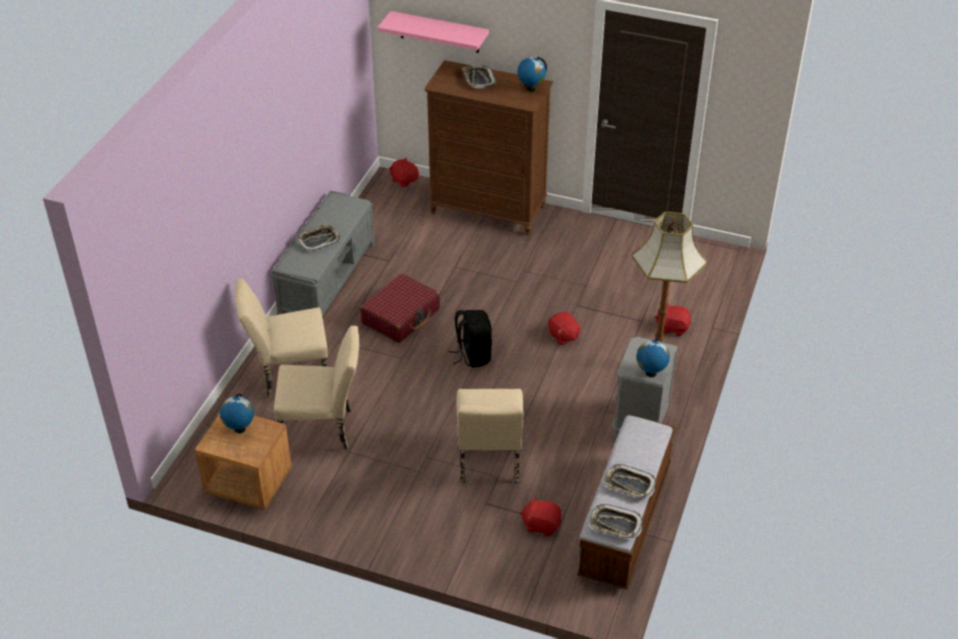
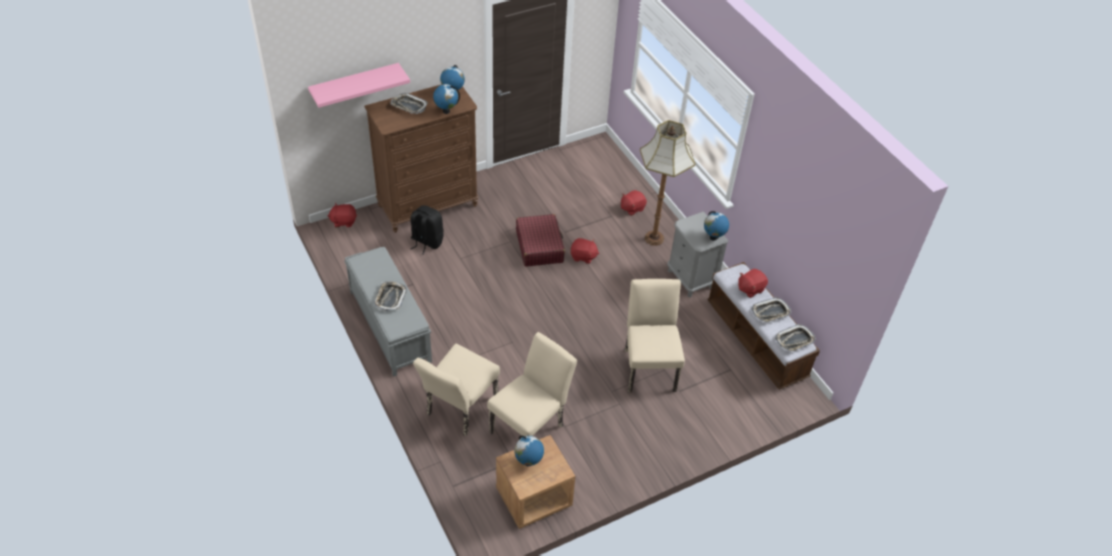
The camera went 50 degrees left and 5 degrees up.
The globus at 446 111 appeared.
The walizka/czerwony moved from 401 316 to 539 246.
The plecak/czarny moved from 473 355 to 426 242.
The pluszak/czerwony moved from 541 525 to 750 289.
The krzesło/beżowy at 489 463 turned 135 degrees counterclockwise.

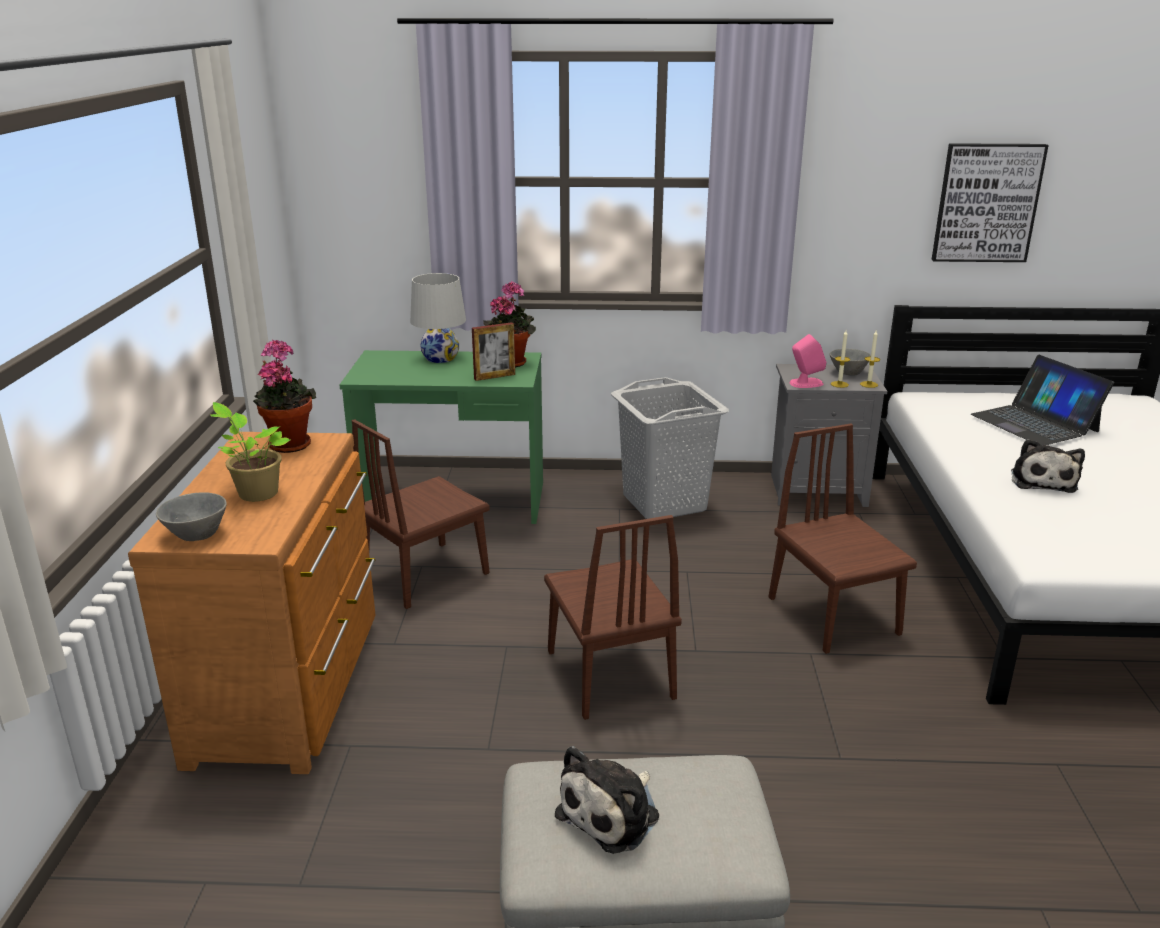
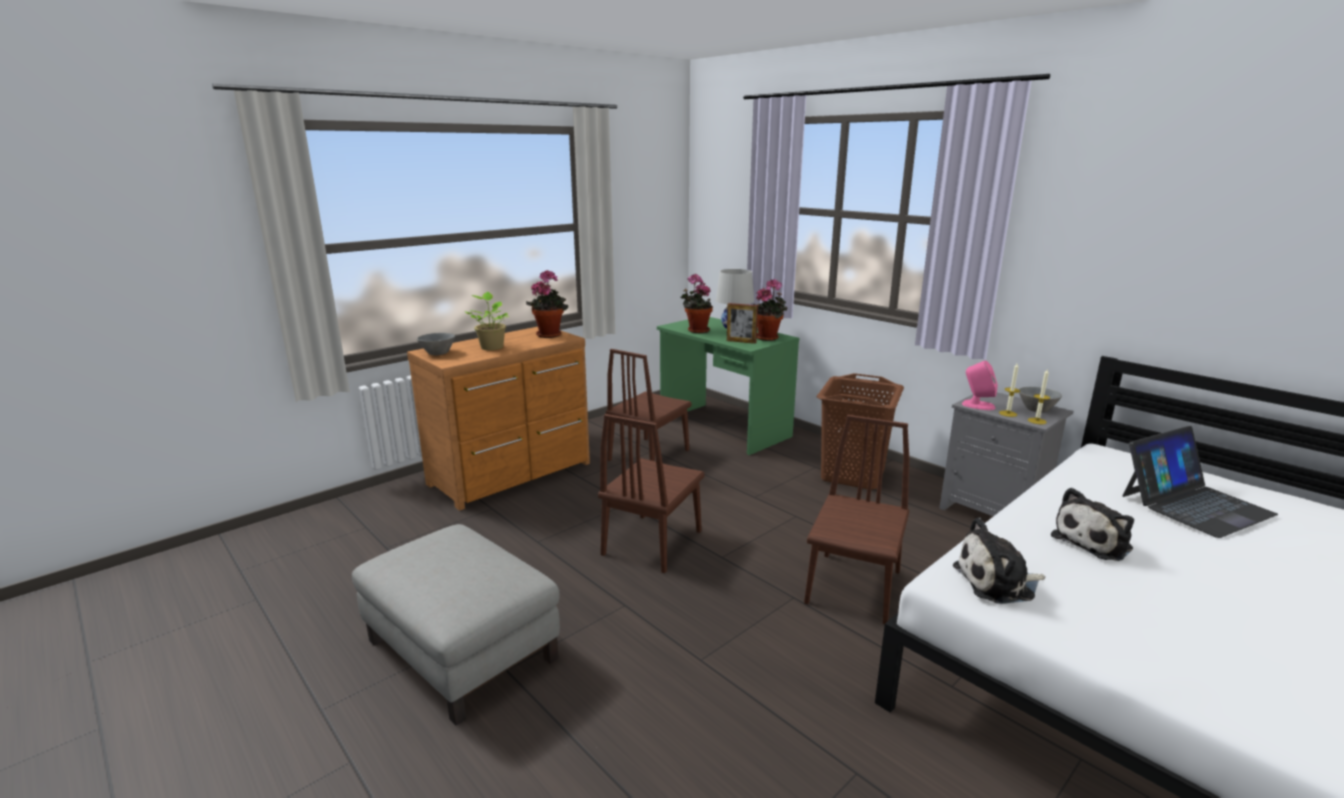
The camera went 45 degrees right and 5 degrees down.
The obraz at 987 203 disappeared.
The roślina doniczkowa at 696 331 appeared.
The pluszak moved from 612 813 to 998 582.
The kosz na pranie/szary at 665 502 became the kosz na pranie/brązowy at 853 475.
The krzesło/brązowy at 426 574 turned 60 degrees counterclockwise.
The laptop at 1034 423 turned 135 degrees counterclockwise.

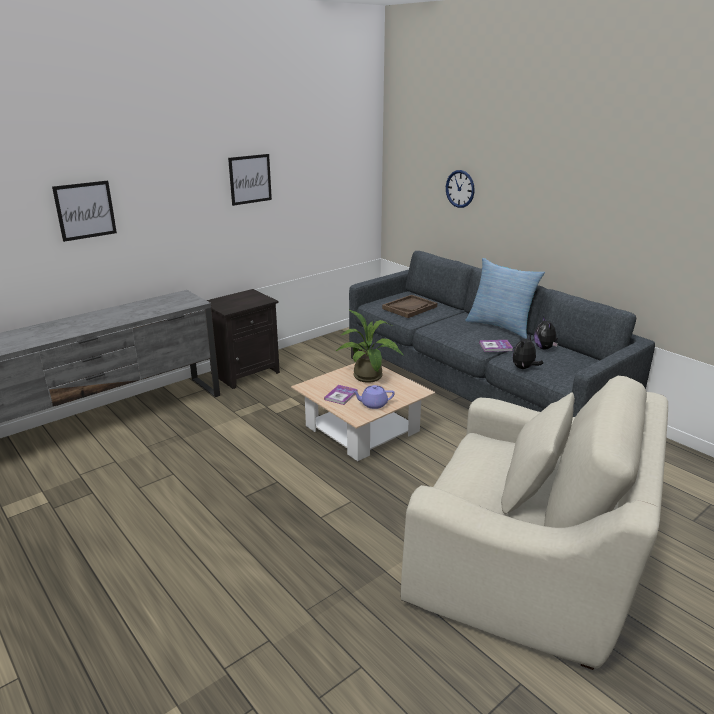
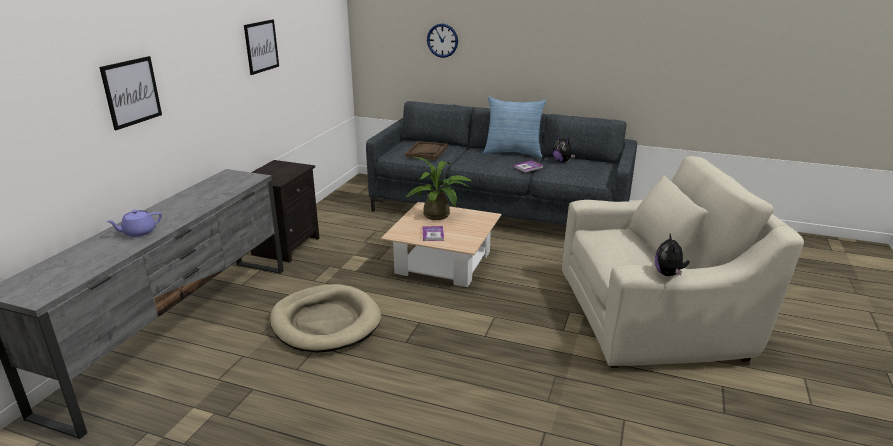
The camera went 30 degrees left and 0 degrees up.
The legowisko/beżowy at 325 322 appeared.
The imbryk/fioletowy moved from 373 404 to 138 232.
The pluszak moved from 524 368 to 668 274.

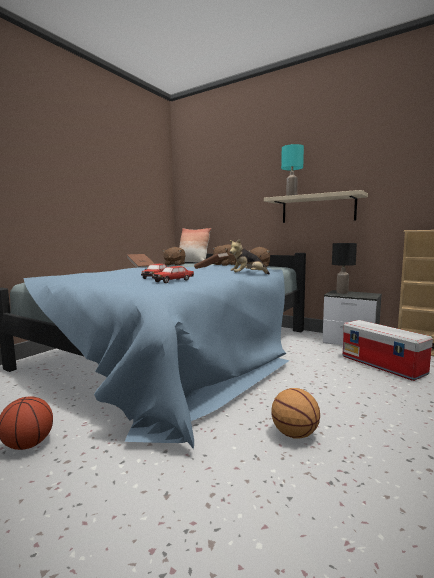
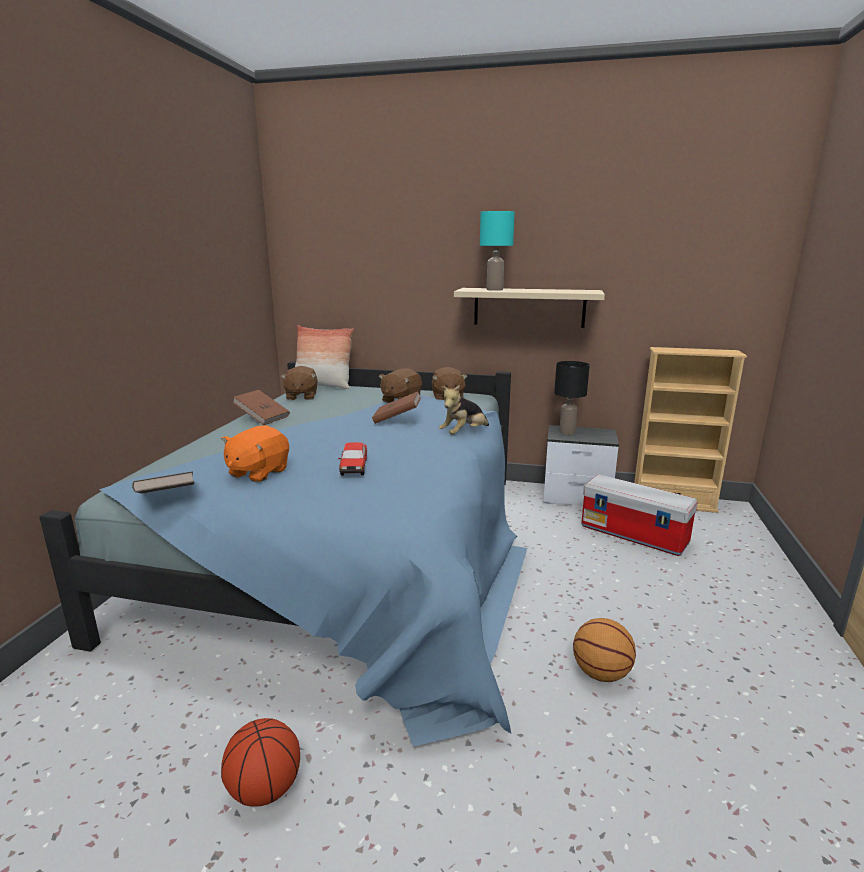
The camera went 20 degrees left and 10 degrees up.
The samochodzik at 173 281 disappeared.
The książka/brązowy at 167 499 appeared.
The pluszak/pomarańczowy at 258 472 appeared.

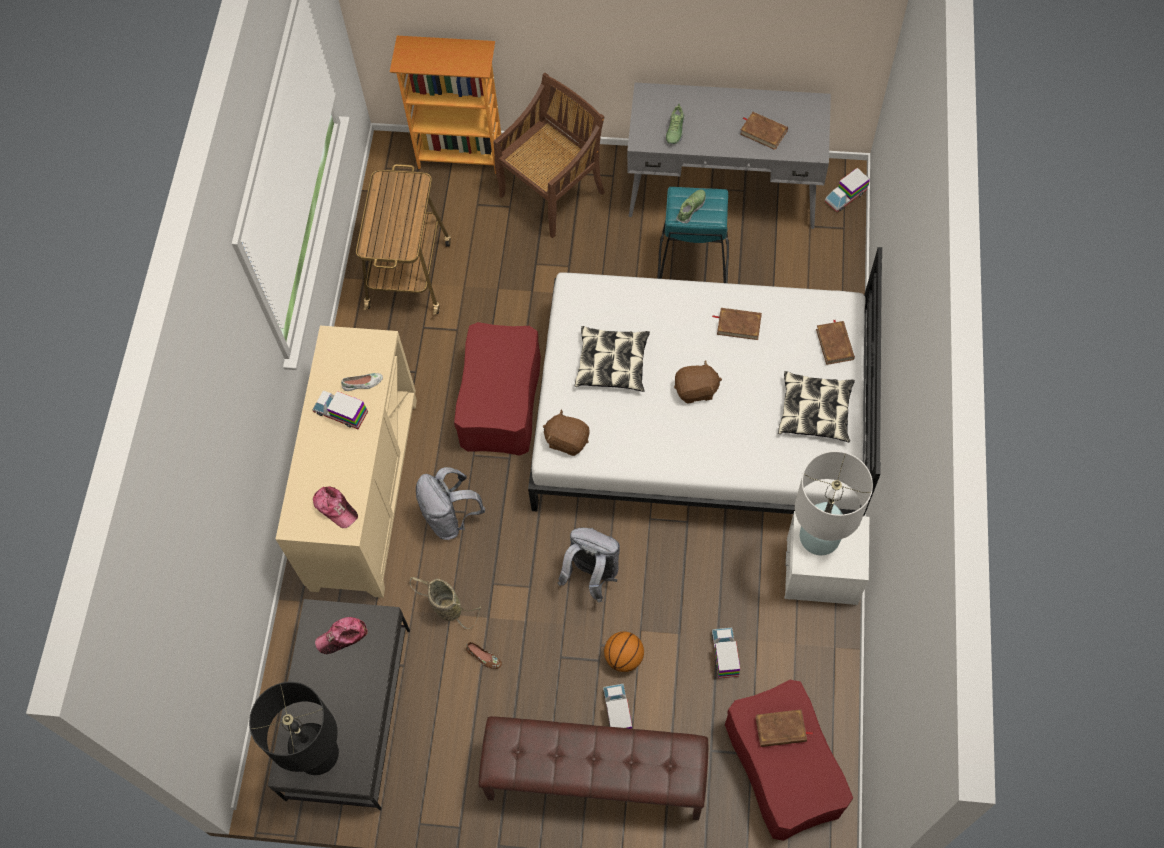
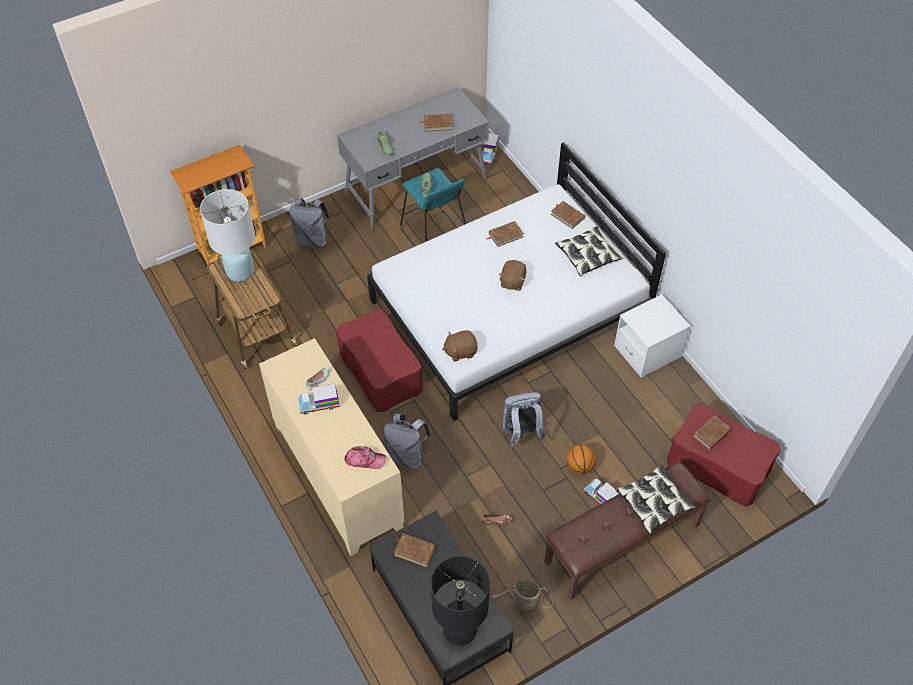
The camera went 40 degrees left and 10 degrees down.
The ciężarówka zabawkowa at 724 654 disappeared.
The koszyk moved from 446 607 to 523 603.
The poduszka moved from 612 364 to 654 502.
The lampa stołowa/biały moved from 819 537 to 240 271.
The czapka z daszkiem at 342 637 was replaced by the książka/brązowy at 414 551.
The krzesło/brązowy at 553 192 was replaced by the plecak/szary at 312 239.
The pluszak/brązowy at 696 390 turned 150 degrees clockwise.

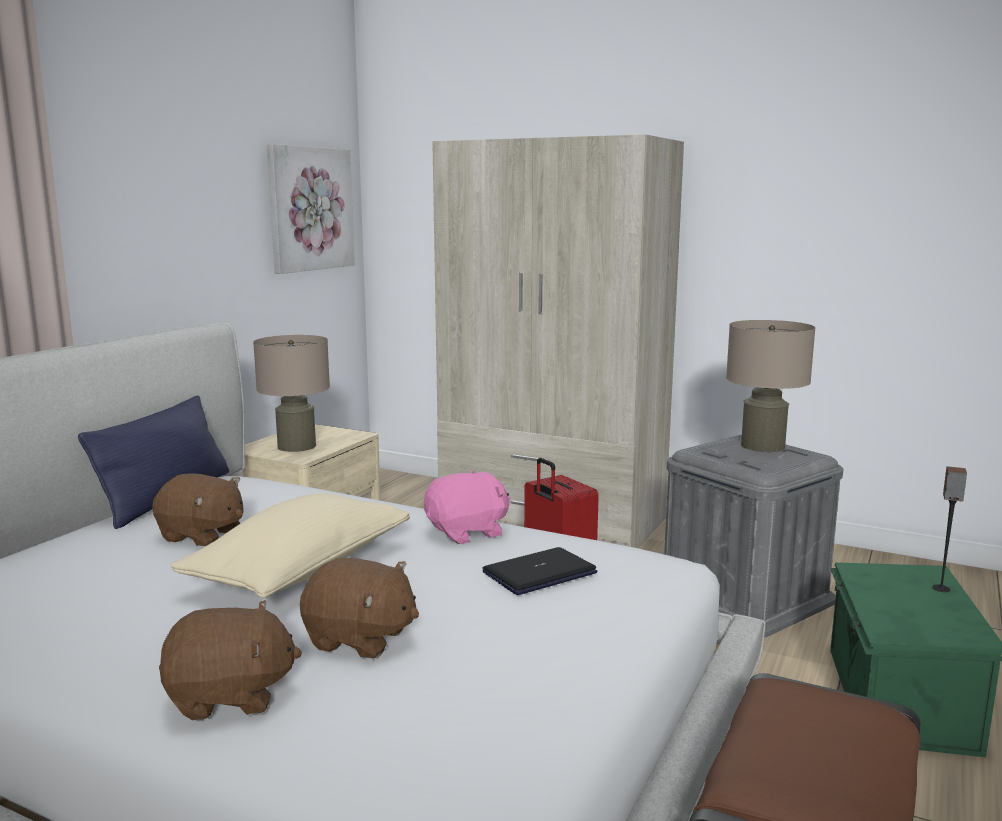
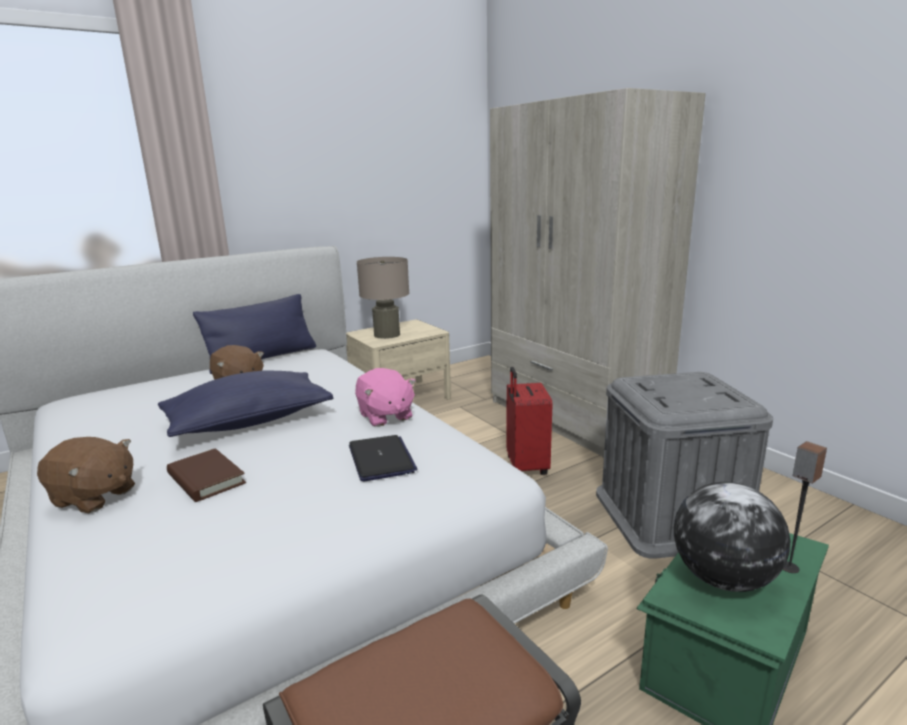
The camera went 30 degrees right and 5 degrees up.
The obraz at 309 209 disappeared.
The lampa stołowa/beżowy at 763 446 disappeared.
The globus at 724 579 appeared.
The pluszak/brązowy at 360 639 was replaced by the książka/brązowy at 206 479.
The poduszka/beżowy at 300 570 became the poduszka/niebieski at 249 421.
The pluszak/różowy at 467 532 turned 60 degrees clockwise.
The laptop at 539 573 turned 75 degrees clockwise.

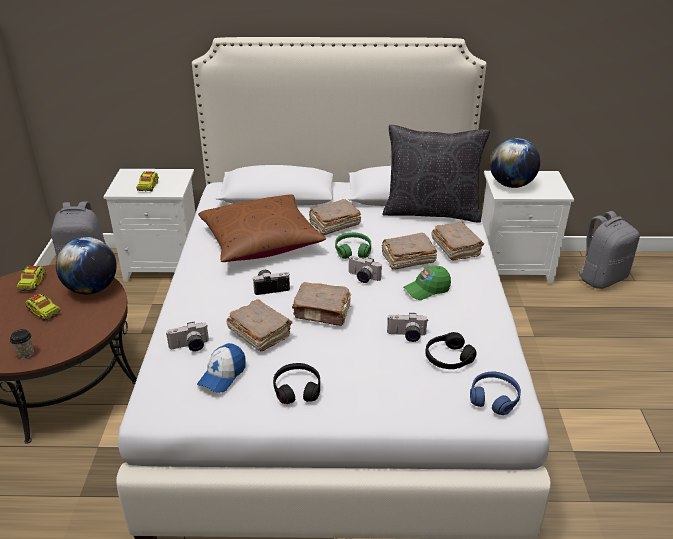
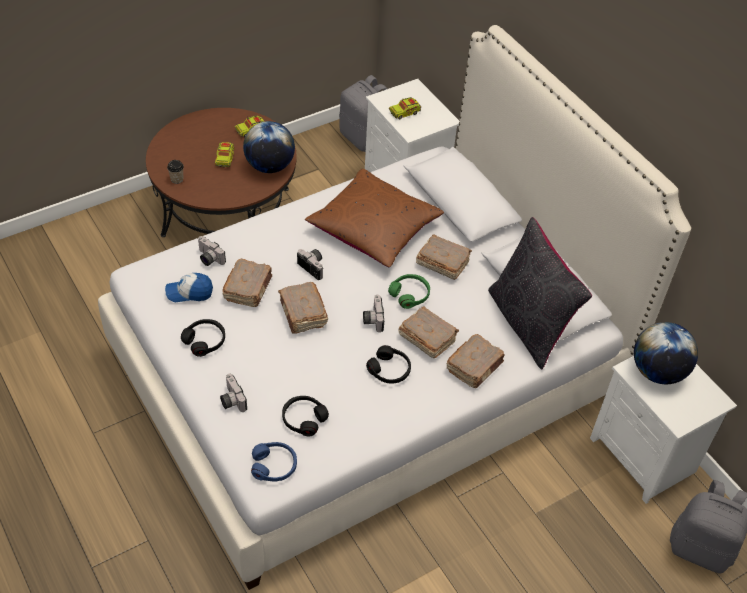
The camera went 55 degrees right and 15 degrees up.
The aparat fotograficzny moved from 406 336 to 231 400.
The czapka z daszkiem/zielony at 427 289 was replaced by the słuchawki/czarny at 389 370.

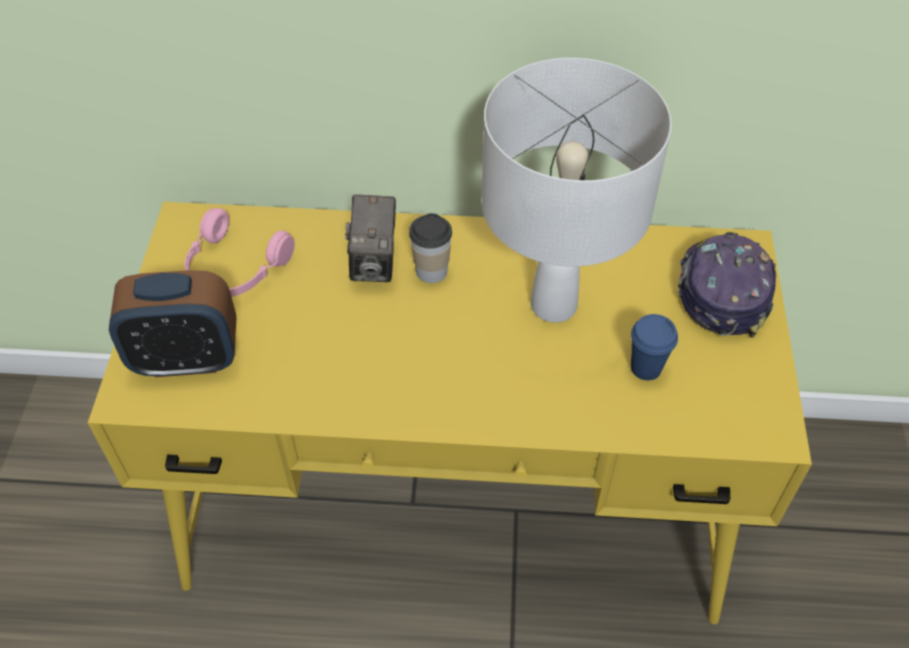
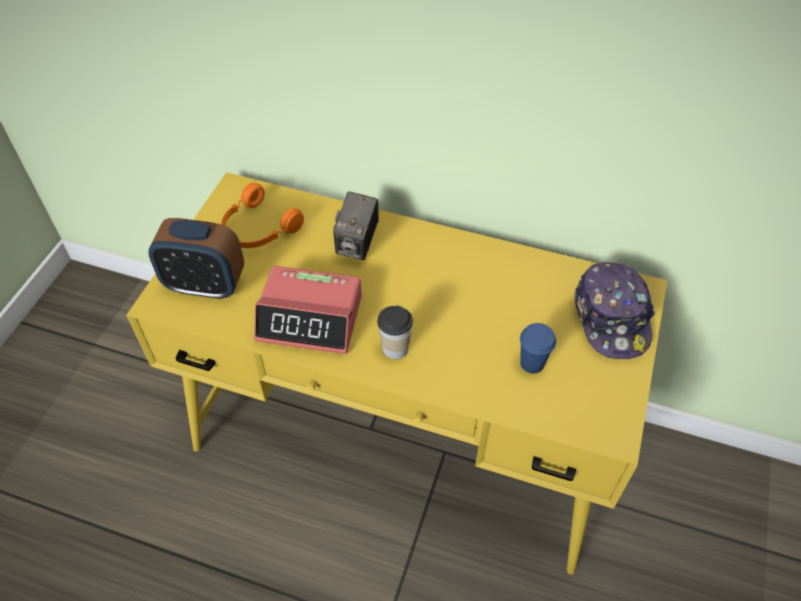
The camera went 15 degrees right and 0 degrees up.
The lampa stołowa/biały at 554 305 disappeared.
The budzik at 310 318 appeared.
The filiżanka moved from 431 271 to 395 348.
The słuchawki/różowy at 233 269 became the słuchawki/pomarańczowy at 258 229.
The czapka z daszkiem at 722 291 turned 150 degrees clockwise.

